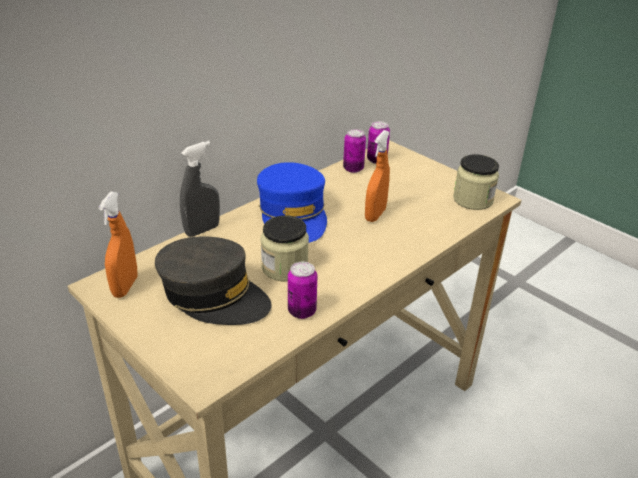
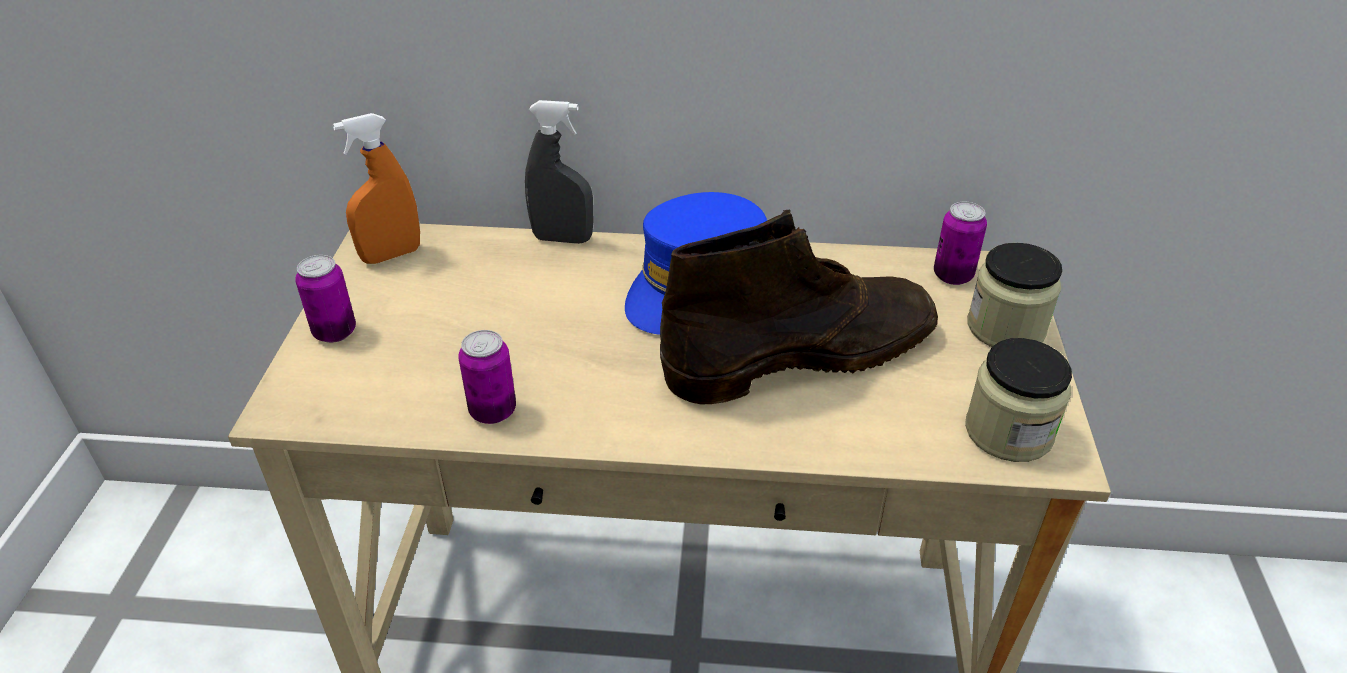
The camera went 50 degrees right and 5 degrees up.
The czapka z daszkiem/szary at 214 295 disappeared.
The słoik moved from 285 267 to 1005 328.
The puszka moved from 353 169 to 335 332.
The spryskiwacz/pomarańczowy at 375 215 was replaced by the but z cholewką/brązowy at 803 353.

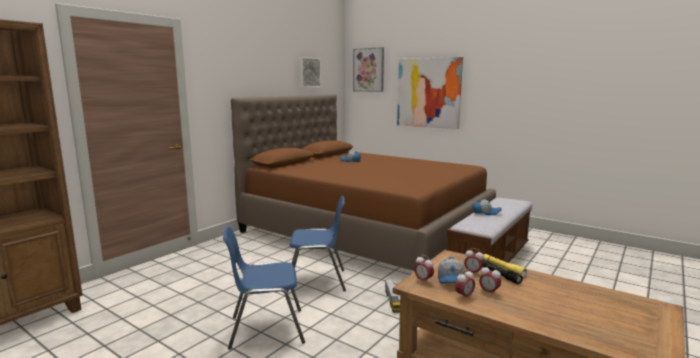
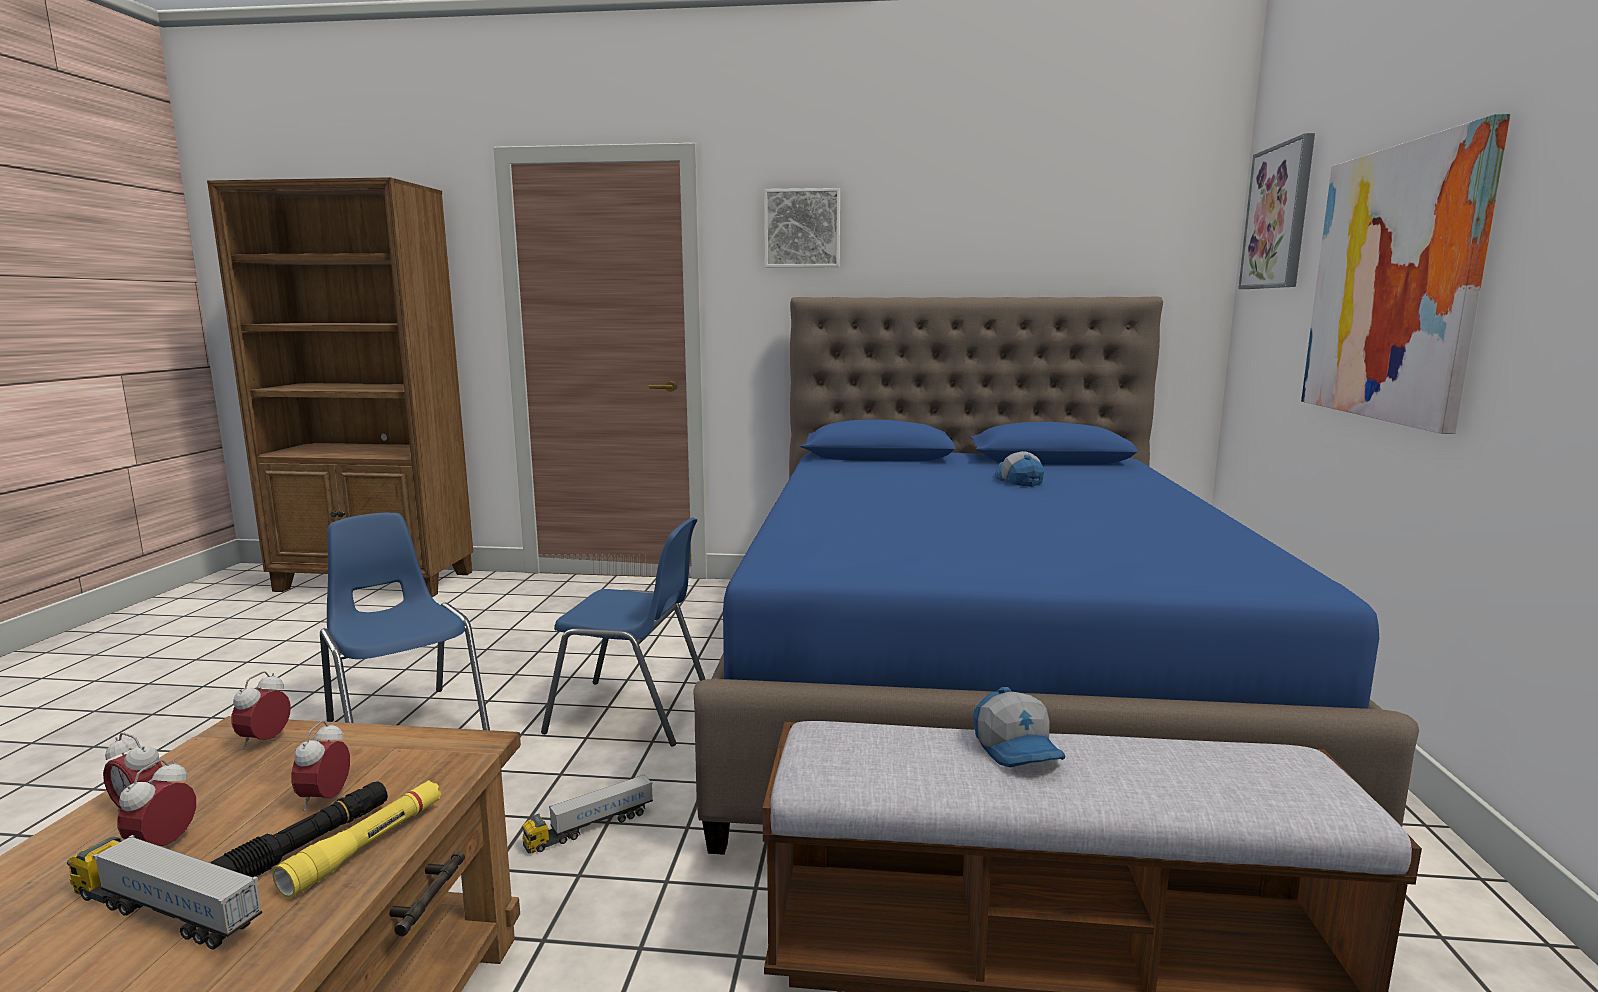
The camera went 60 degrees right and 0 degrees up.
The czapka z daszkiem at 452 280 disappeared.
The ciężarówka zabawkowa at 166 913 appeared.
The obraz moved from 309 72 to 802 228.
The łóżko/brązowy at 365 231 became the łóżko/niebieski at 983 685.
The krzesło/niebieski at 317 281 turned 45 degrees counterclockwise.

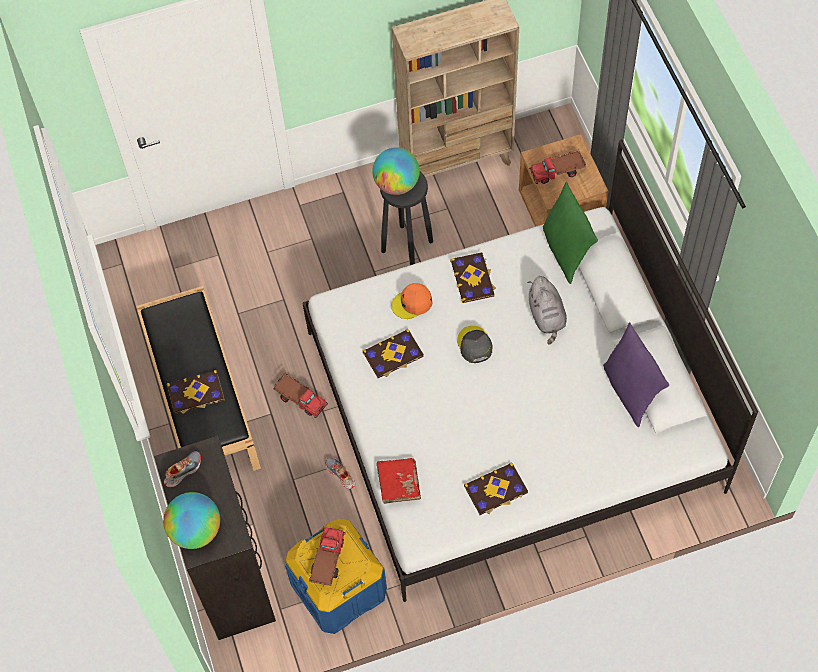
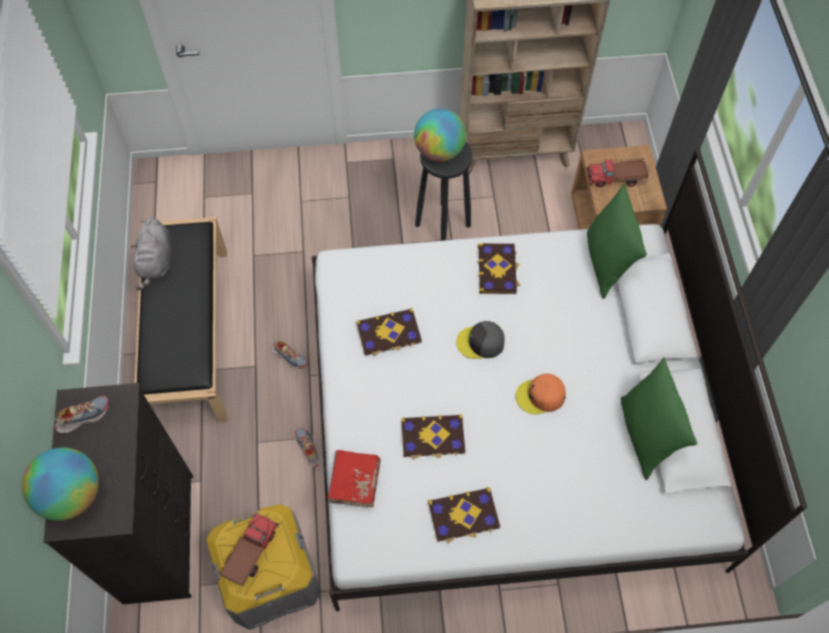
The camera went 10 degrees right and 0 degrees up.
The książka moved from 196 393 to 433 437.
The czapka z daszkiem/pomarańczowy moved from 412 303 to 541 396.
The pluszak/szary moved from 546 317 to 156 263.
The ciężarówka zabawkowa at 300 398 was replaced by the but at 290 357.
The pojemnik do przechowywania/niebieski at 339 589 became the pojemnik do przechowywania/szary at 270 578.
The poduszka/fioletowy at 630 391 became the poduszka/zielony at 645 435.
The czapka z daszkiem/szary at 474 345 turned 90 degrees counterclockwise.

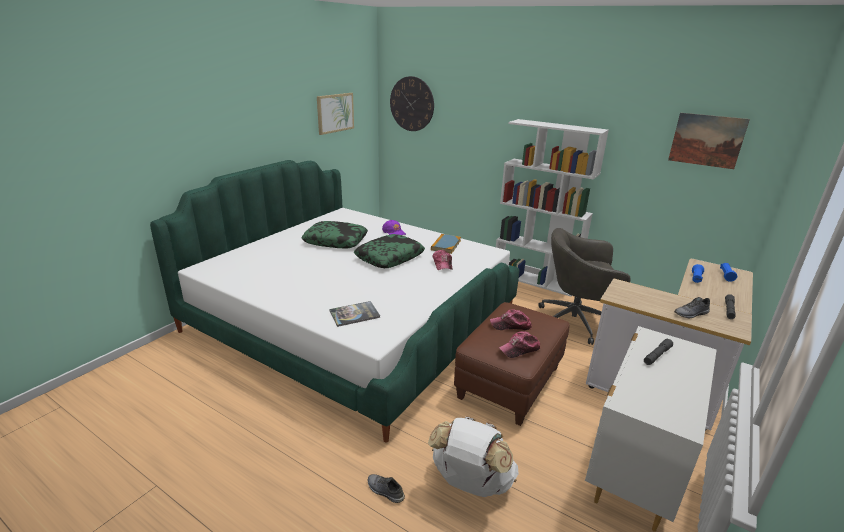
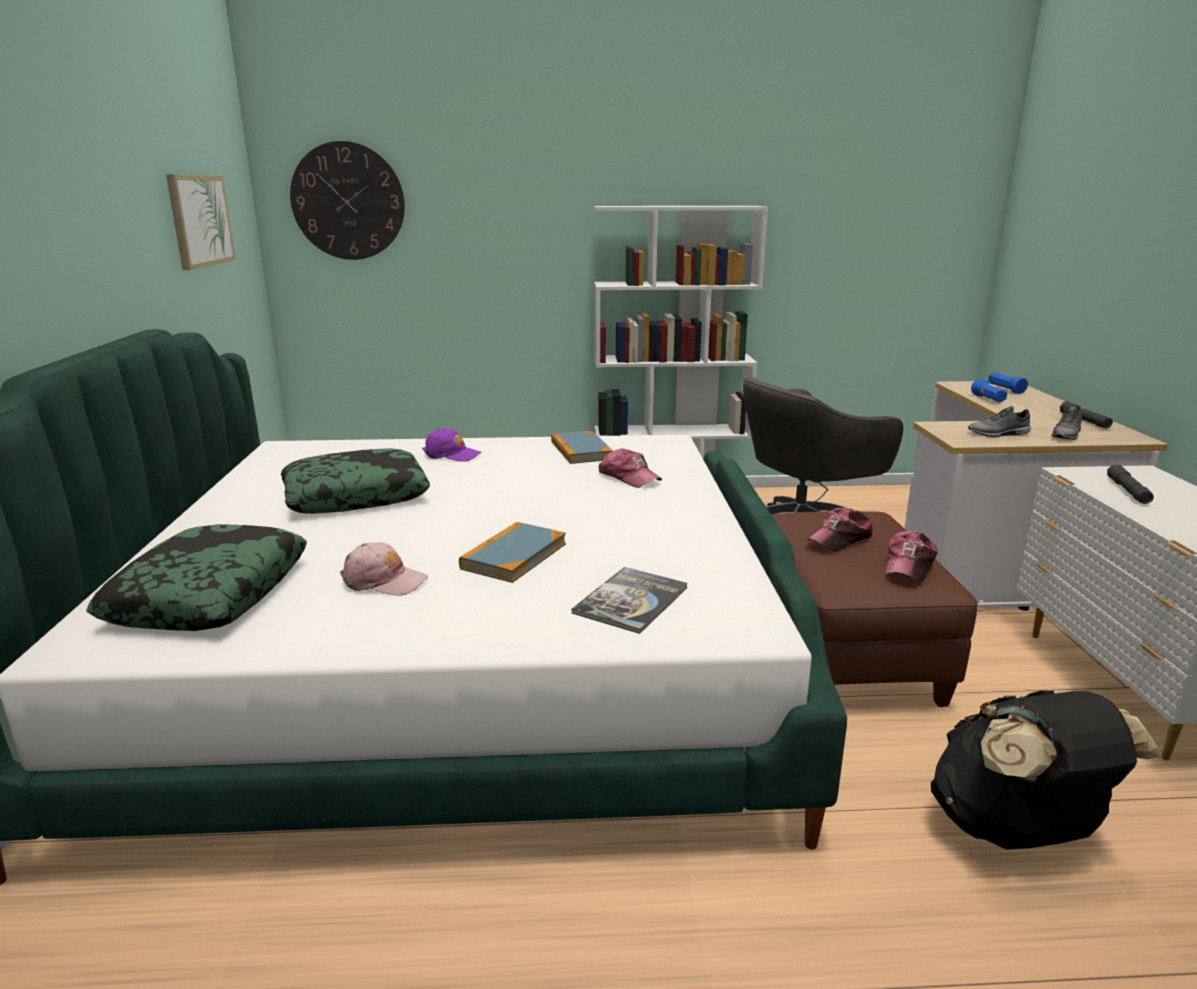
The camera went 35 degrees left and 5 degrees down.
The obraz at 706 140 disappeared.
The czapka z daszkiem/różowy at 384 580 appeared.
The książka at 514 556 appeared.
The poduszka moved from 389 257 to 210 594.
The but/szary moved from 384 491 to 998 434.
The plecak/biały at 470 482 became the plecak/czarny at 1016 831.

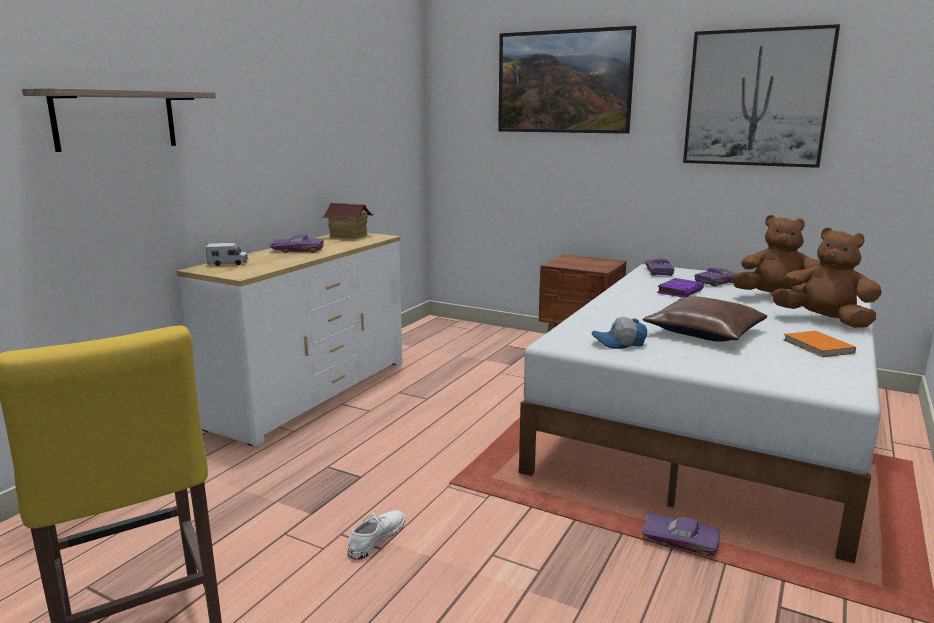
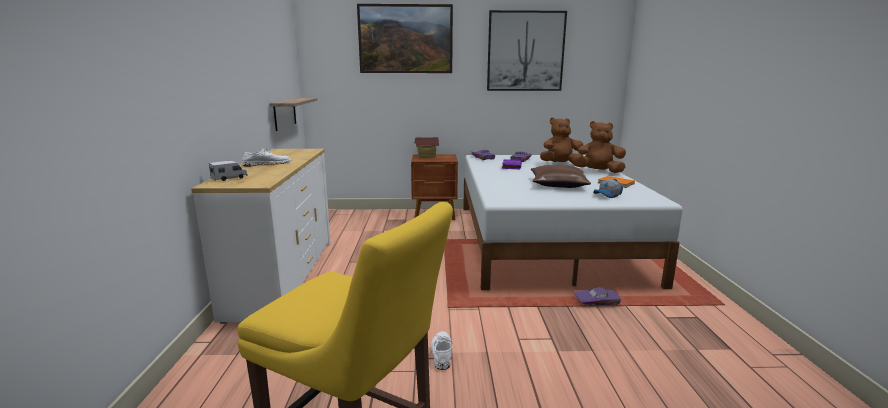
The camera went 30 degrees left and 0 degrees up.
The półka moved from 116 120 to 285 113.
The domek moved from 348 236 to 426 156.
The czapka z daszkiem moved from 619 343 to 608 195.
The samochodzik/fioletowy at 298 250 was replaced by the but/biały at 267 164.

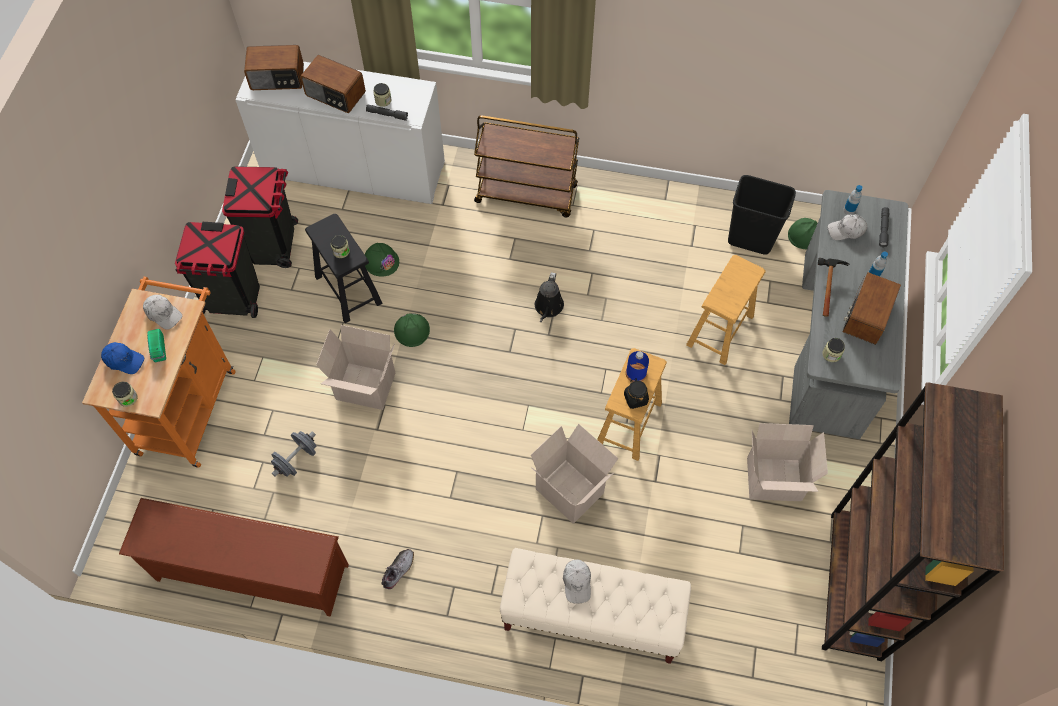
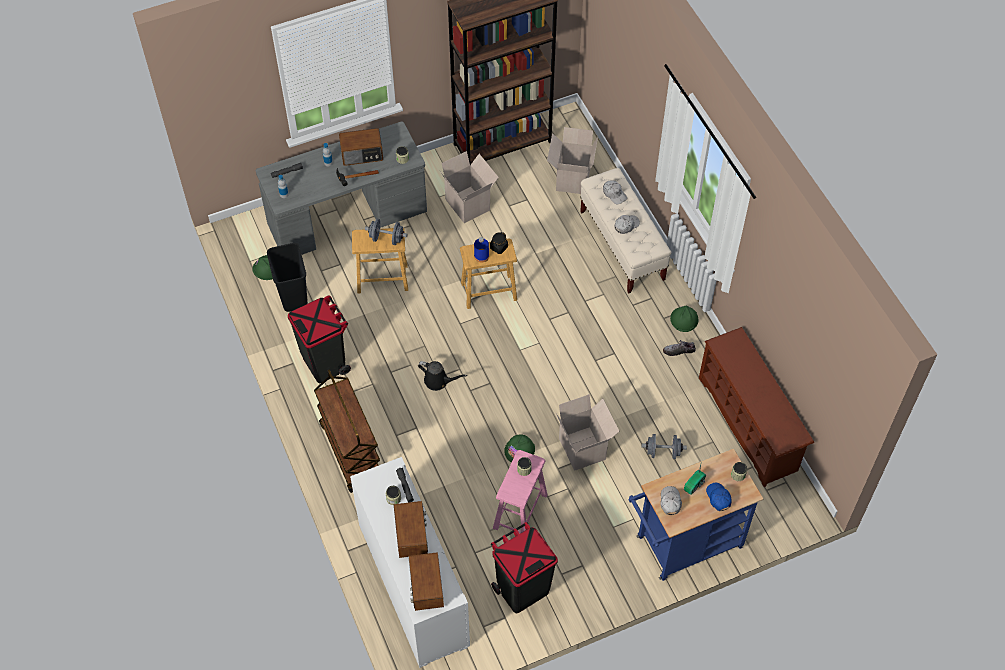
The camera went 125 degrees left and 5 degrees down.
The hantel/szary at 386 238 appeared.
The kosz na śmieci/czarny moved from 233 300 to 324 363.
The kask/zielony moved from 381 261 to 684 319.
The karton moved from 571 490 to 572 178.
The czapka z daszkiem/biały moved from 846 230 to 614 194.
The wózek/pomarańczowy at 188 405 became the wózek/niebieski at 683 545.
The stołek/czarny at 348 290 became the stołek/różowy at 520 511.
The radio at 277 78 turned 150 degrees counterclockwise.
The konewka/czarny at 548 307 turned 45 degrees clockwise.

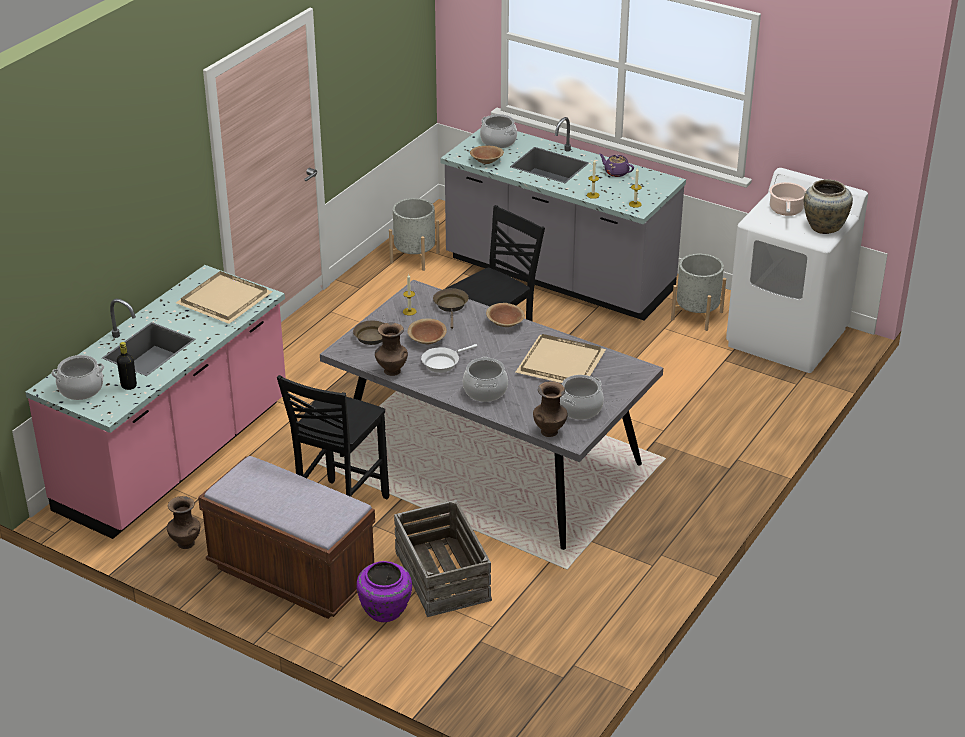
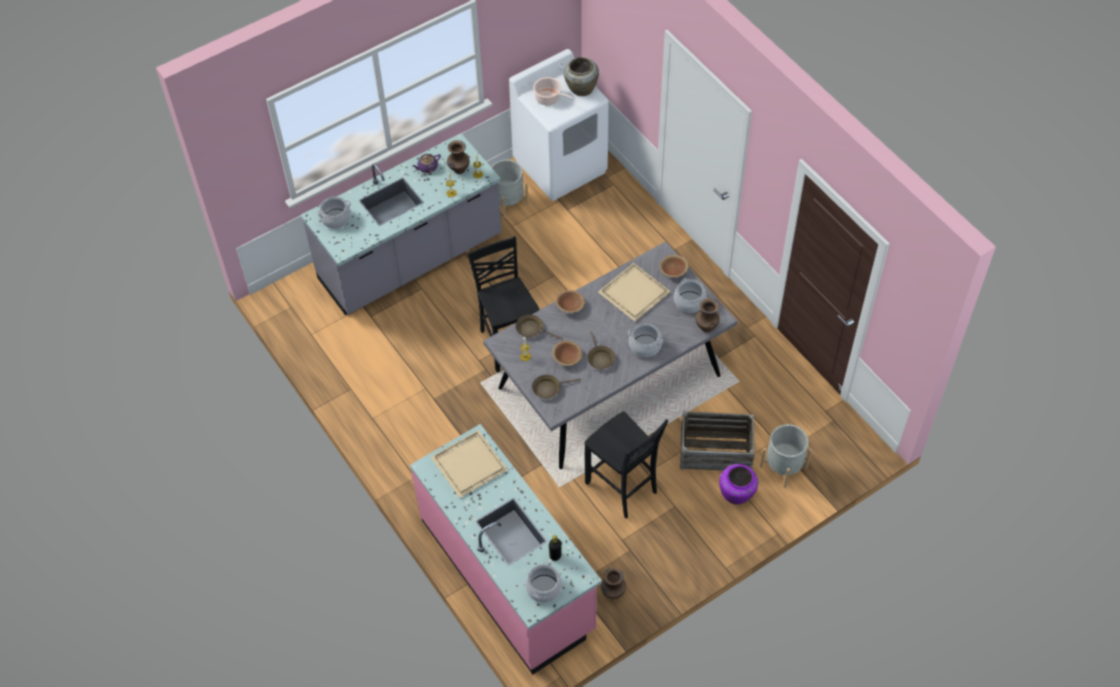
The camera went 65 degrees left and 20 degrees up.
The ławka/brązowy at 291 574 disappeared.
The wazon/brązowy moved from 391 371 to 459 170.
The donica/szary moved from 414 257 to 783 467.
The miska/brązowy moved from 486 161 to 673 271.
The patelnia/biały at 443 363 became the patelnia/brązowy at 600 358.

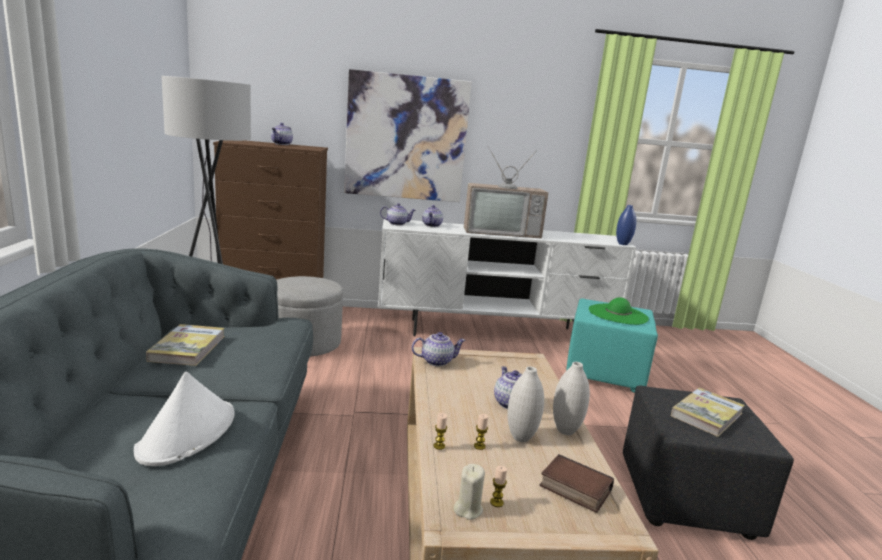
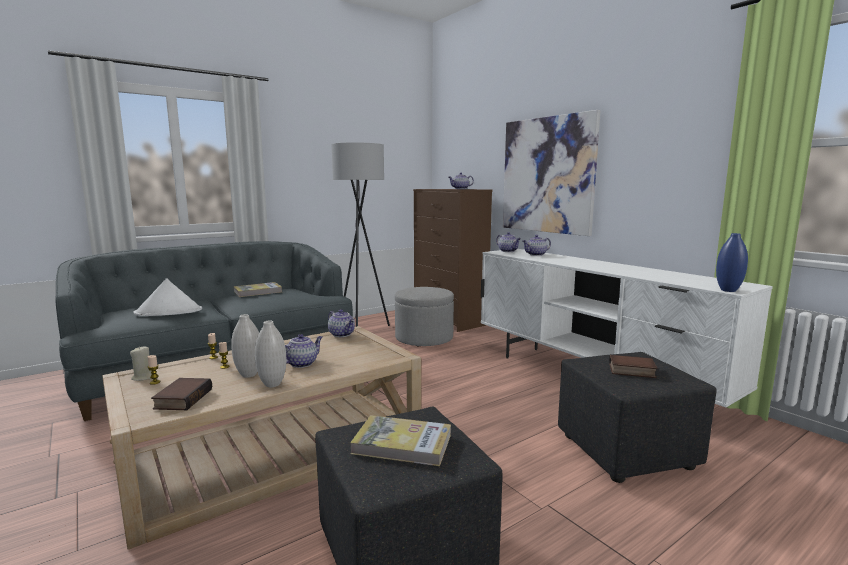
The camera went 60 degrees right and 5 degrees down.
The telewizor at 501 232 disappeared.
The kapelusz/zielony at 618 314 was replaced by the książka at 631 371.
The pufa/turkusowy at 605 372 became the pufa/czarny at 627 452.

